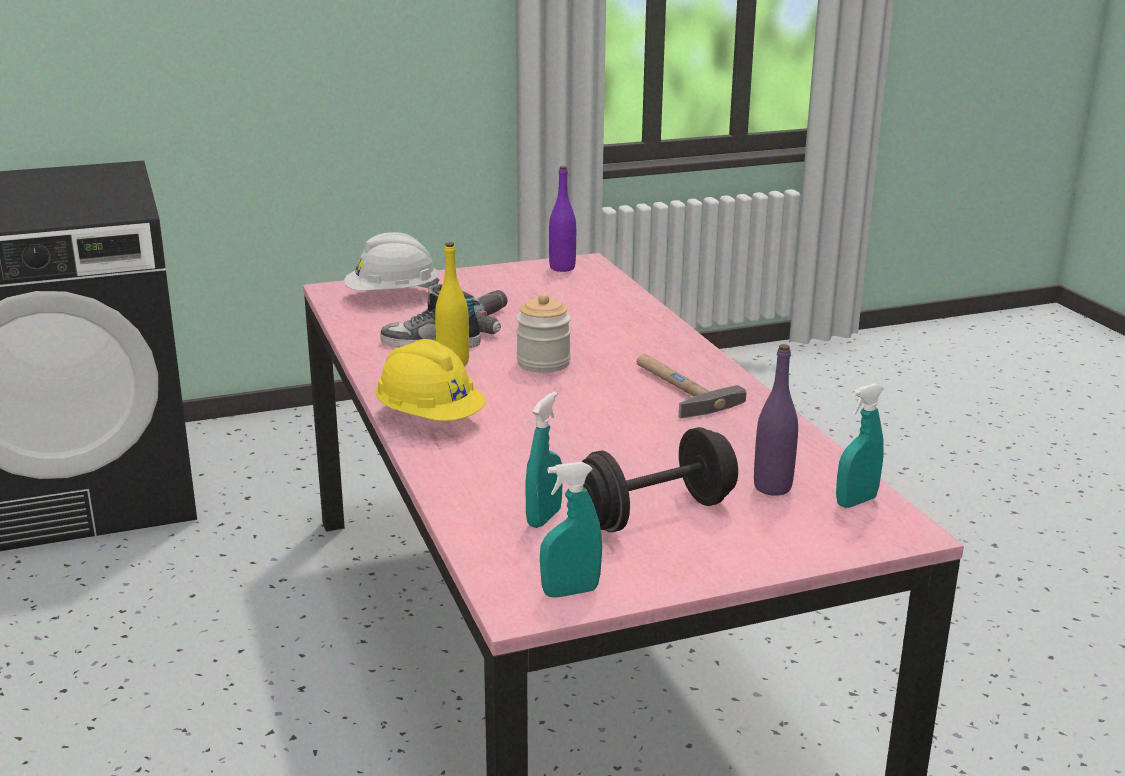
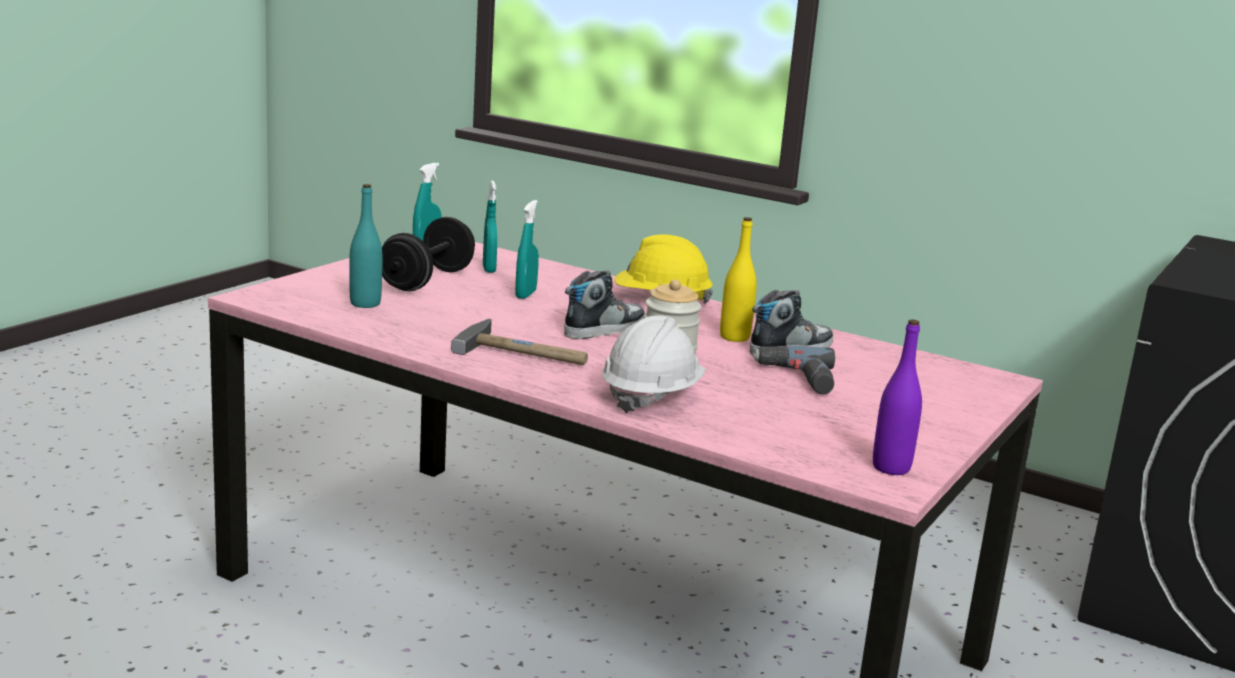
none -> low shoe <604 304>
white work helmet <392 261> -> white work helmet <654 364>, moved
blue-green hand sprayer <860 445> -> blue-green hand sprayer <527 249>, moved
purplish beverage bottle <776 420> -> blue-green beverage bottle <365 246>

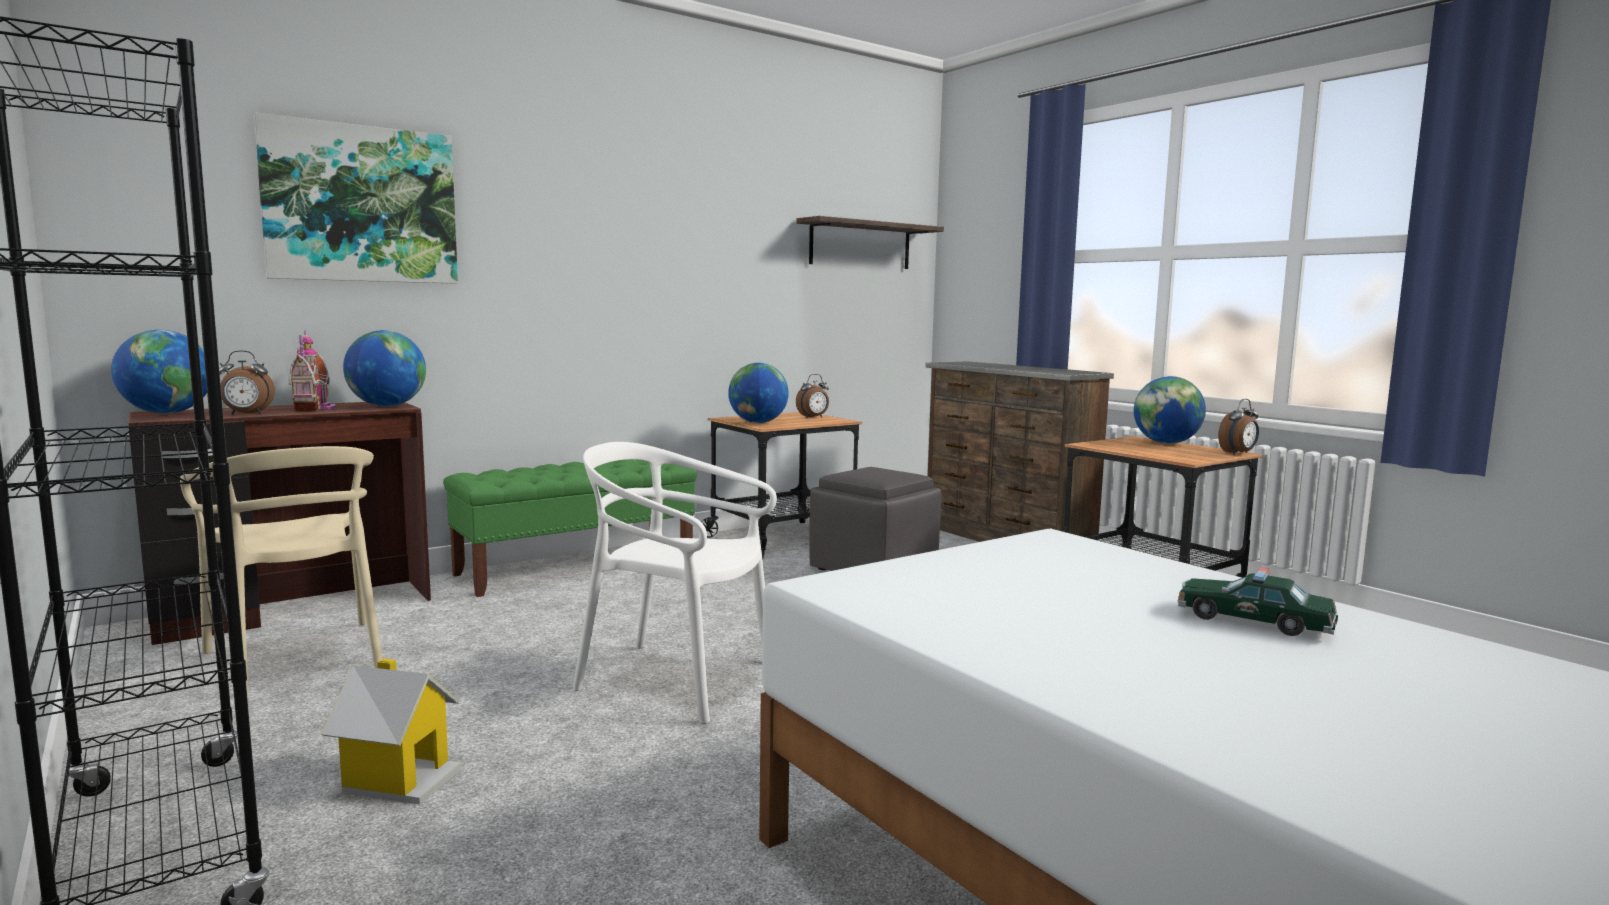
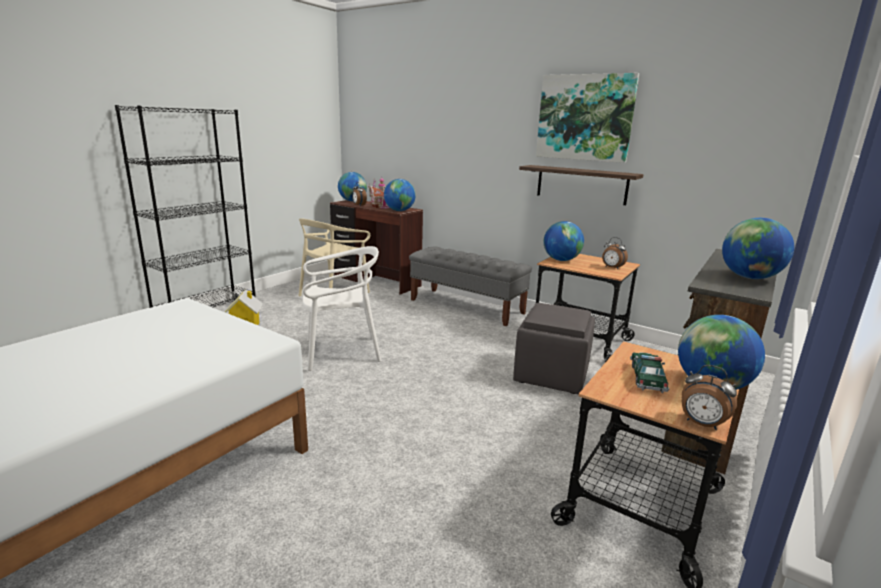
none -> globe <758 248>
wall picture <356 198> -> wall picture <587 118>, moved
bracket shelf <870 242> -> bracket shelf <581 185>, moved
toy car <1257 601> -> toy car <649 372>, moved
greenish bench <570 528> -> greyish bench <470 286>
white upright chair <675 583> -> white upright chair <341 308>, 75 degrees clockwise

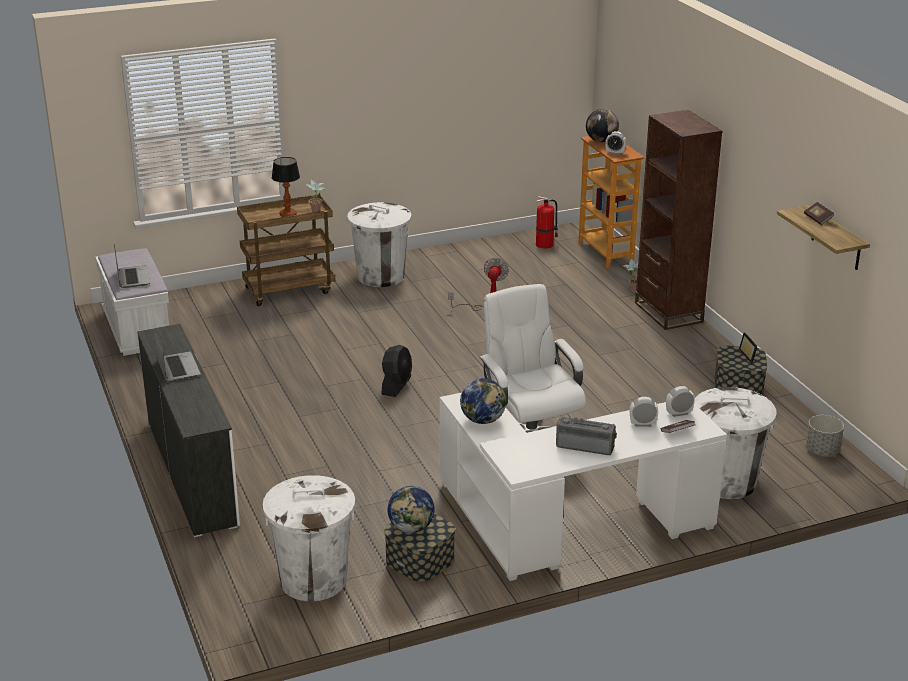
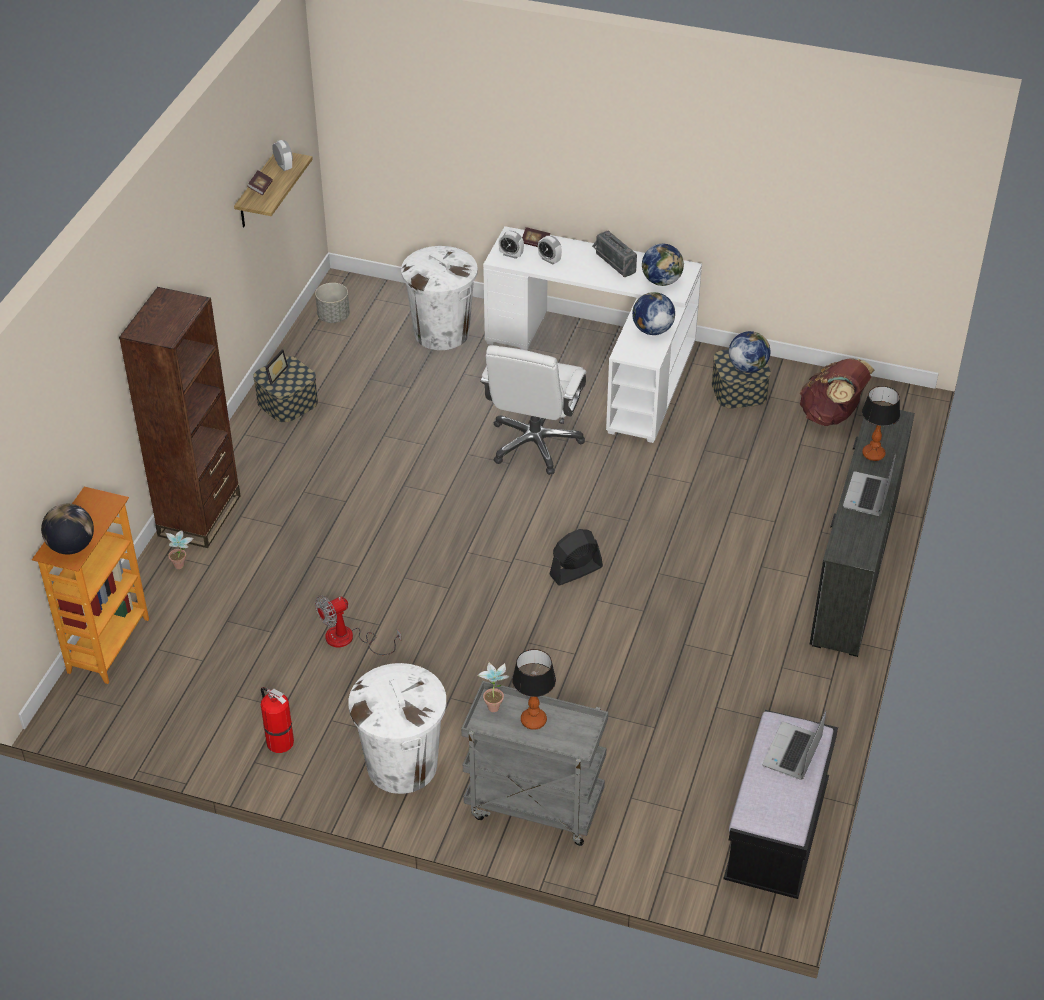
none -> globe <663 265>
none -> lamp for a table <881 423>
extinguisher <547 222> -> extinguisher <277 720>, moved
table clock <616 143> -> table clock <282 155>, moved
white waste bin <309 538> -> brownish backpack <837 392>
white bench <132 302> -> black-coloured bench <780 804>
white drawer chest <188 430> -> black-coloured drawer chest <862 533>
brownish wheeled cart <286 250> -> greyish wheeled cart <534 763>

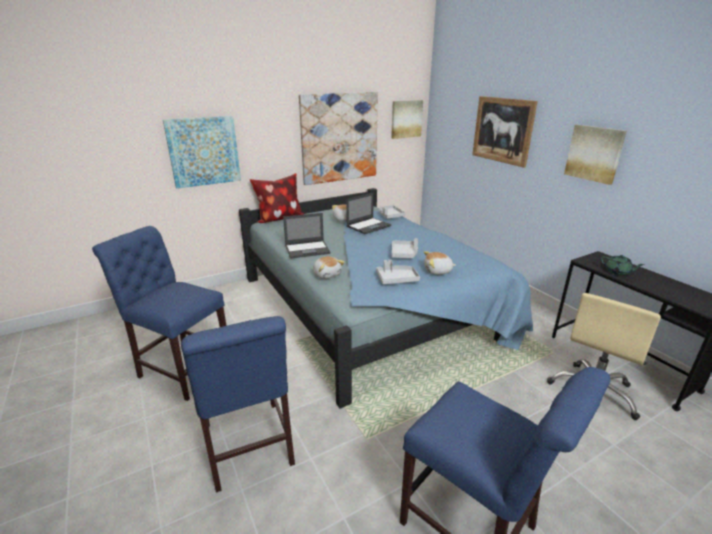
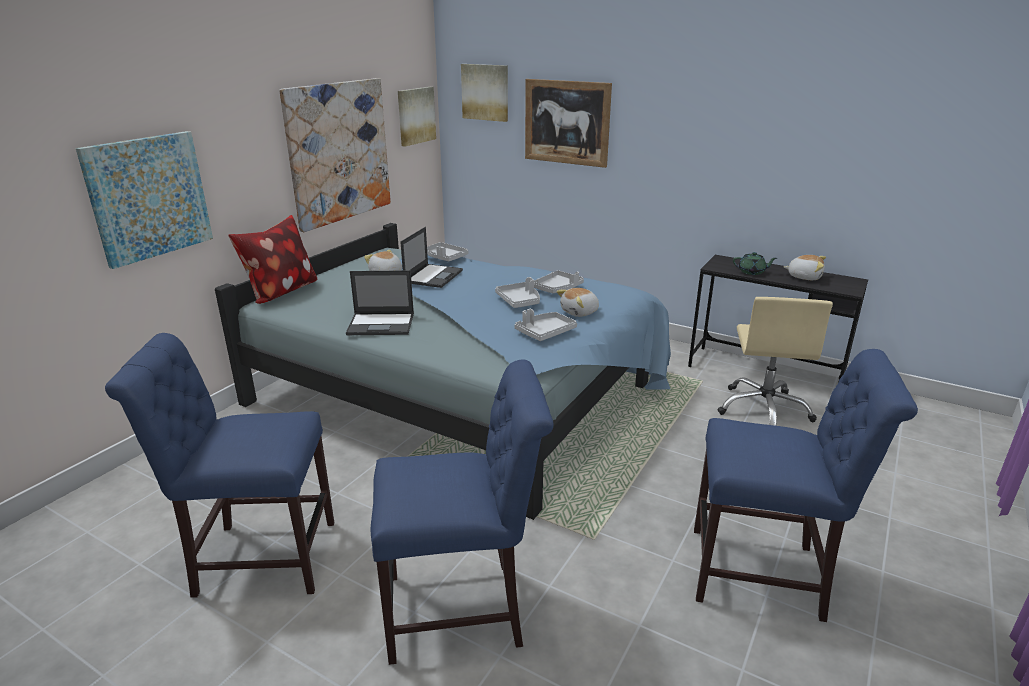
none -> greyish carrying tray <559 281>
cuddly toy <329 267> -> cuddly toy <805 267>, moved
wall picture <595 154> -> wall picture <484 93>, moved
blue-coloured upright chair <238 404> -> blue-coloured upright chair <462 512>, 45 degrees counterclockwise
laptop <306 236> -> laptop <380 302>, 45 degrees clockwise

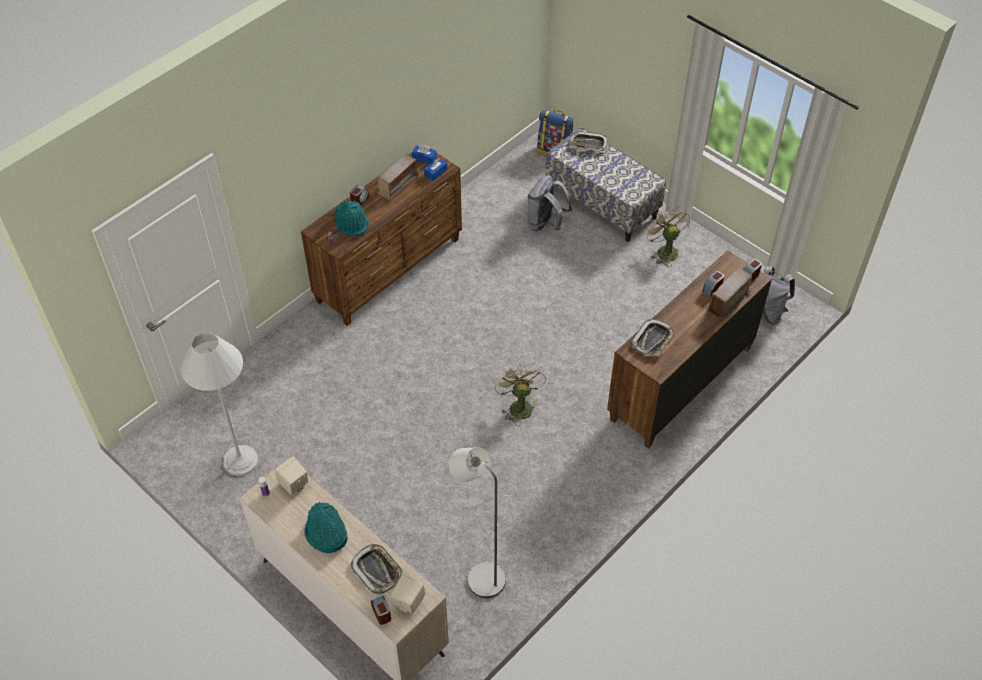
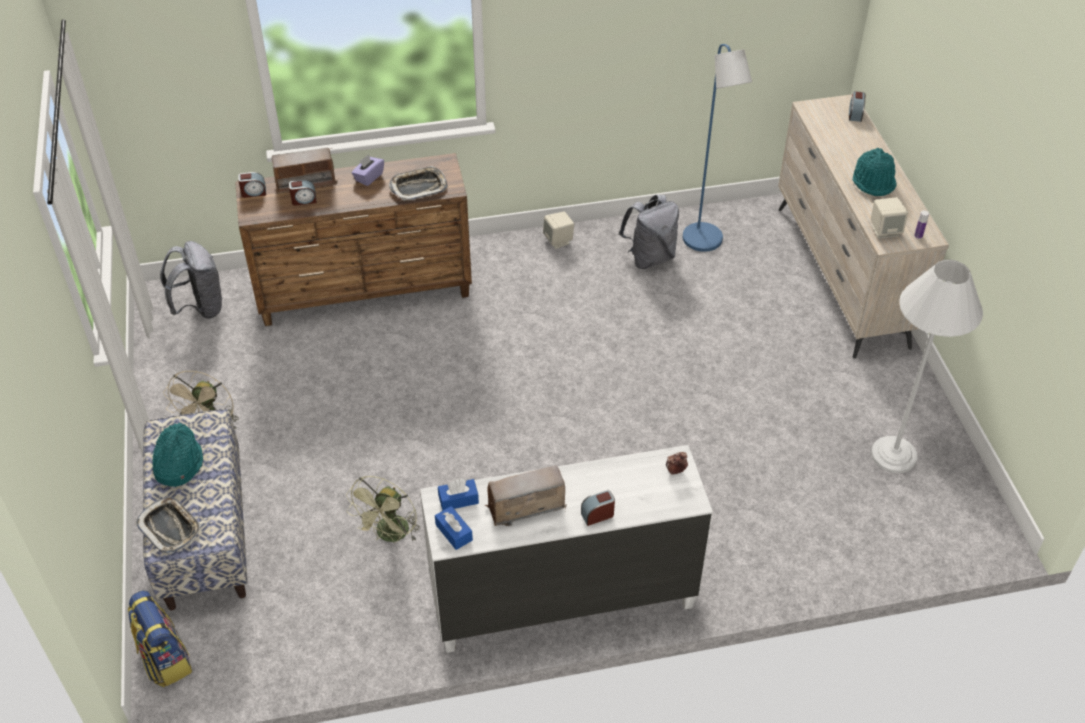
carrying tray <377 569> -> none
none -> purplish tissue holder <368 170>
blue-green wearable hat <352 218> -> blue-green wearable hat <177 455>, moved
beige-coloured loudspeaker <408 594> -> beige-coloured loudspeaker <558 230>, moved
greenish cooling fan <520 394> -> greenish cooling fan <383 509>, moved
greyish backpack <549 203> -> greyish backpack <649 232>, moved
brownish drawer chest <381 237> -> white drawer chest <566 549>
greyish standard lamp <477 522> -> blue-coloured standard lamp <717 148>

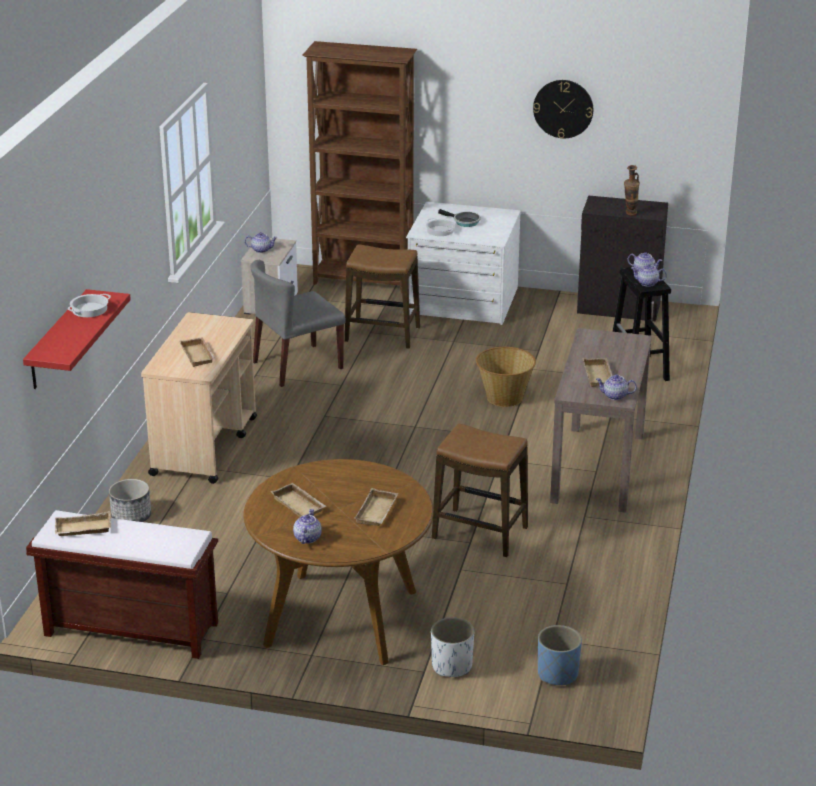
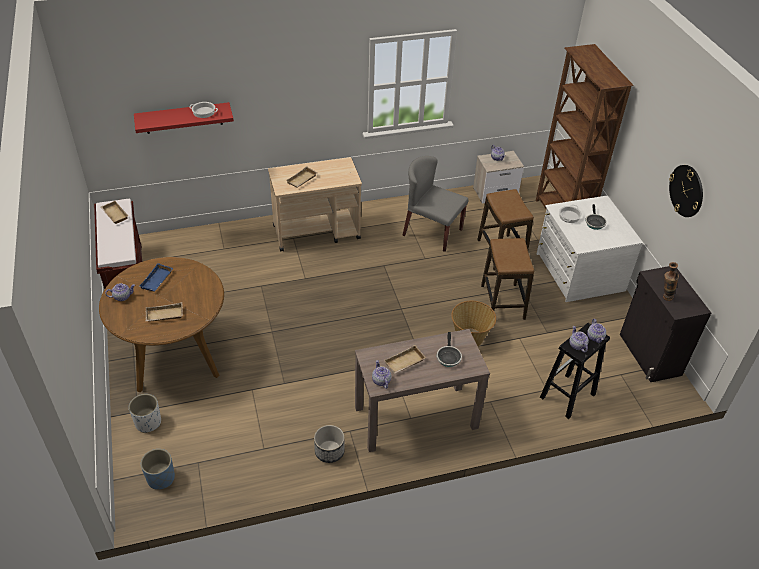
none -> frying pan <449 349>
planter <130 500> -> planter <329 444>, moved
sitting stool <480 490> -> sitting stool <507 279>, moved
beige-coloured carrying tray <298 500> -> blue-coloured carrying tray <156 277>

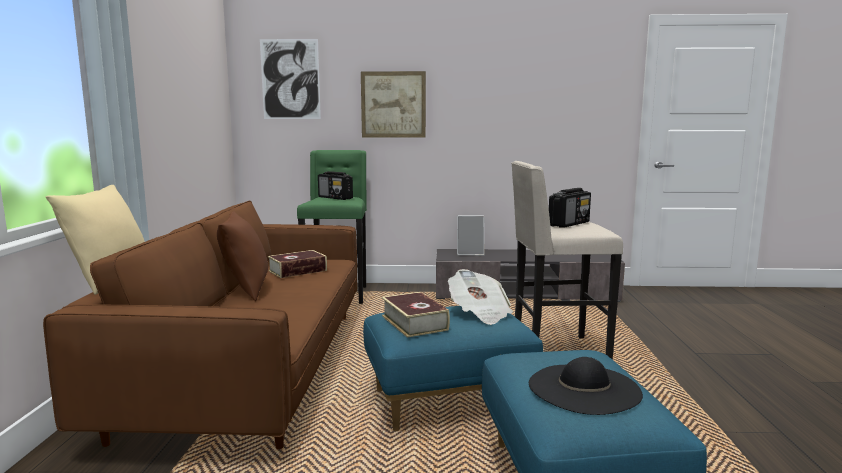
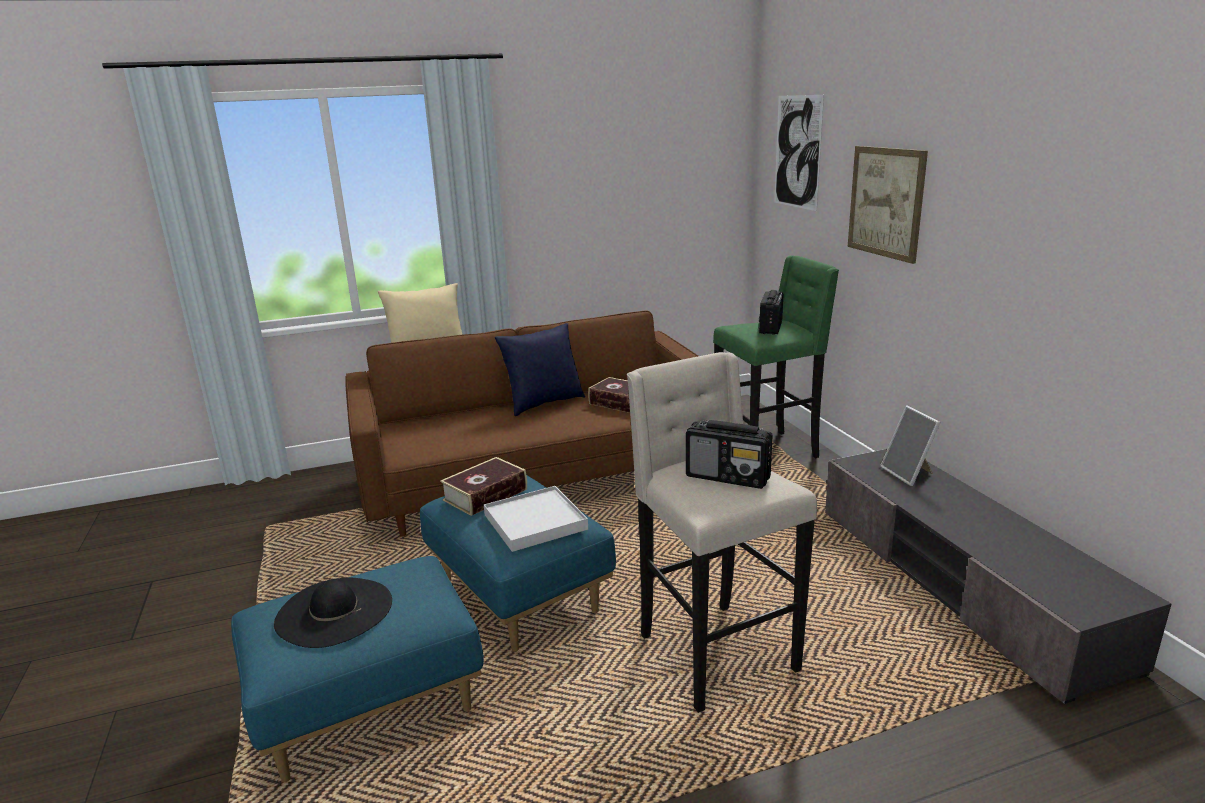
daily paper <480 297> -> white carrying tray <536 519>
brownish cushion <242 256> -> blue-coloured cushion <540 369>

